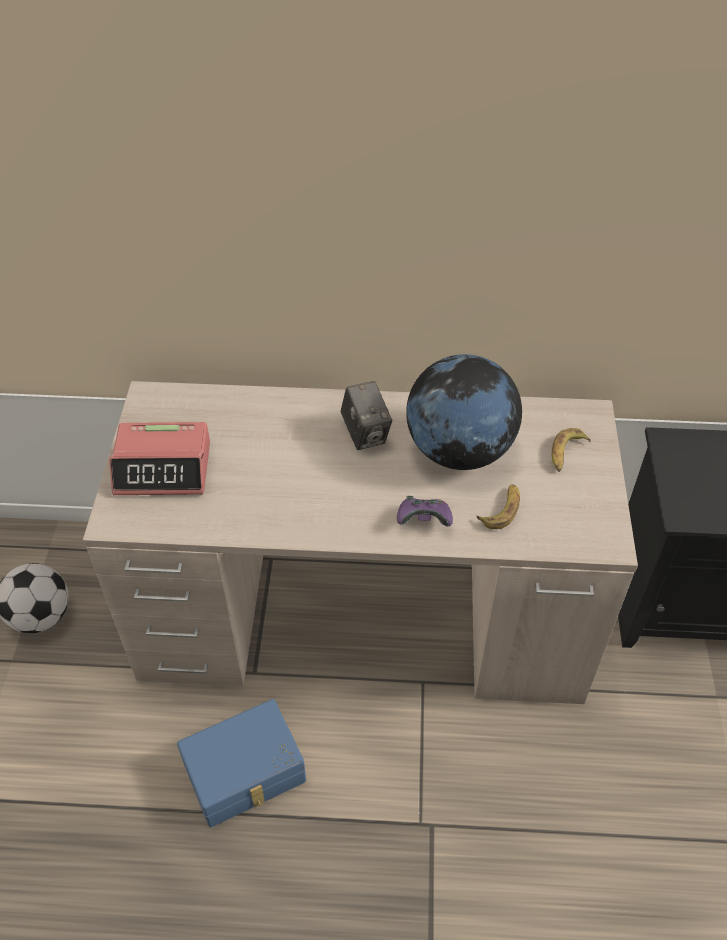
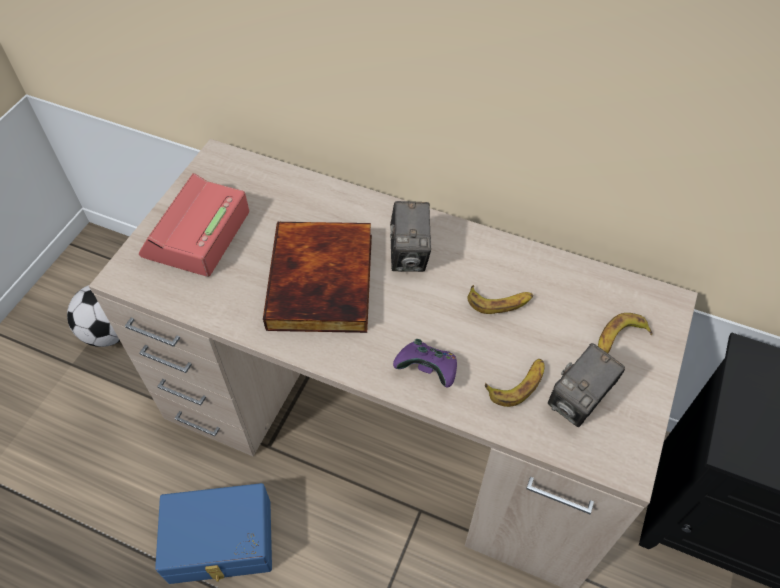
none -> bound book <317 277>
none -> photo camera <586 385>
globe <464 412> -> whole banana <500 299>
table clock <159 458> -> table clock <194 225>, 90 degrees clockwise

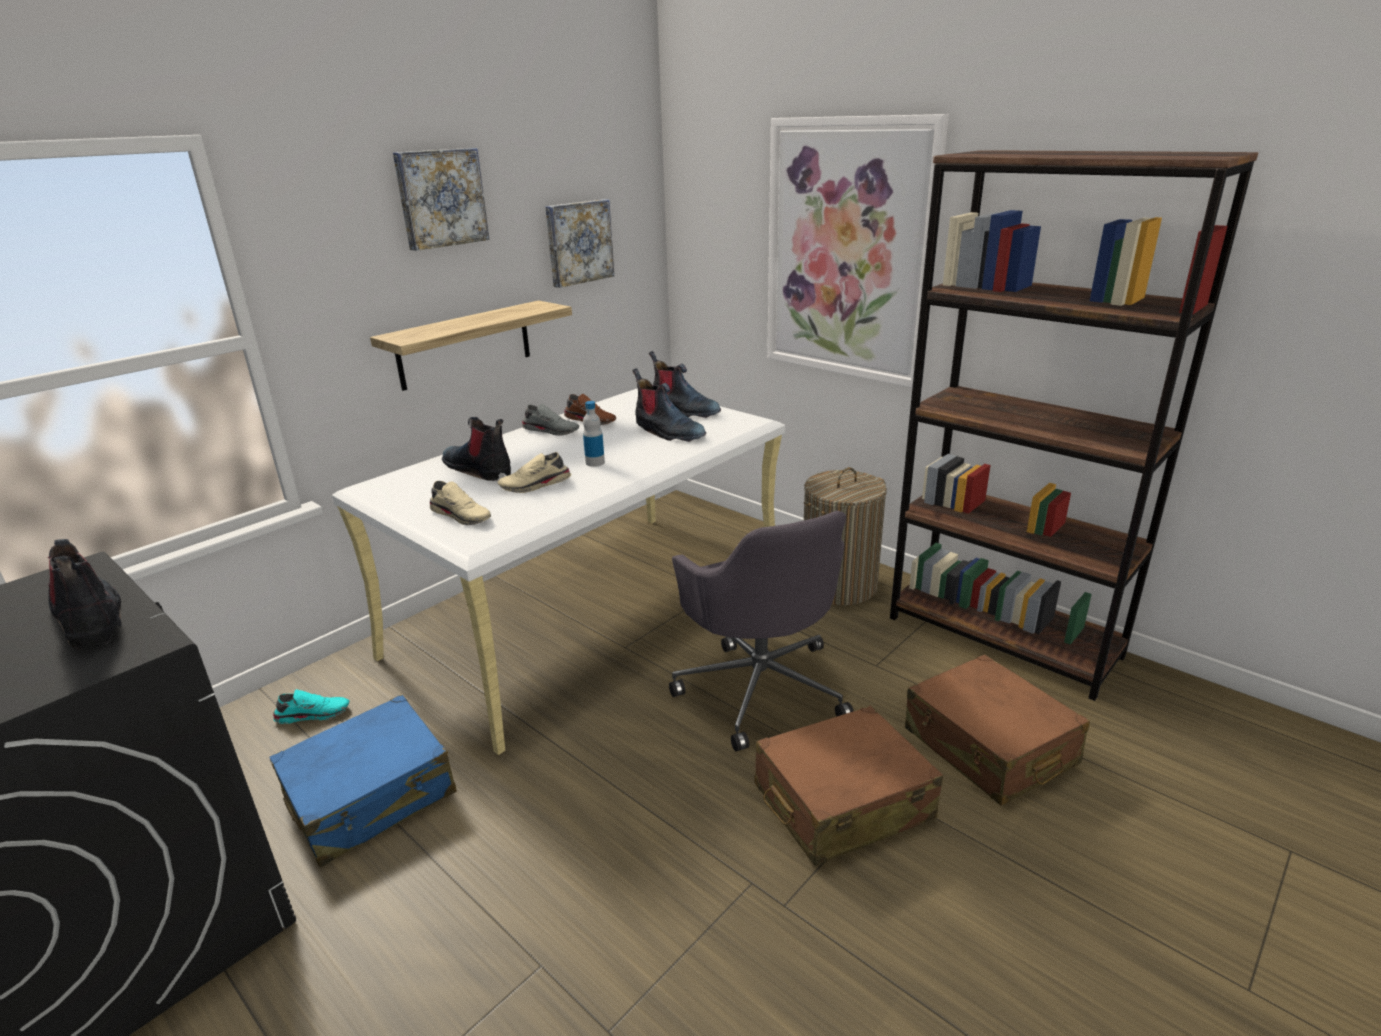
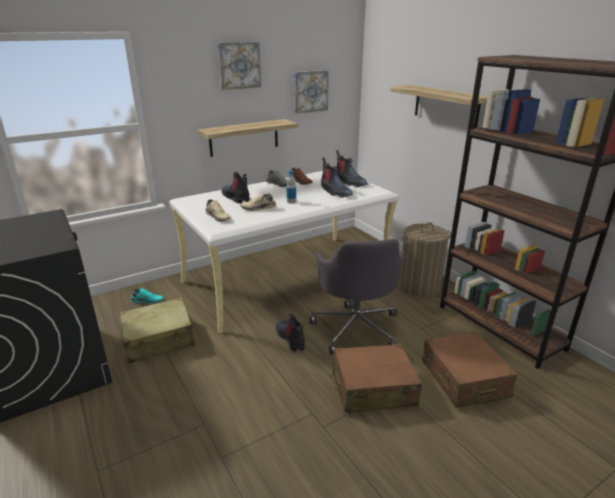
boot <85 594> -> boot <290 333>, moved
wall picture <858 251> -> bracket shelf <439 106>
blue-coloured suitcase <363 781> -> beige-coloured suitcase <157 330>

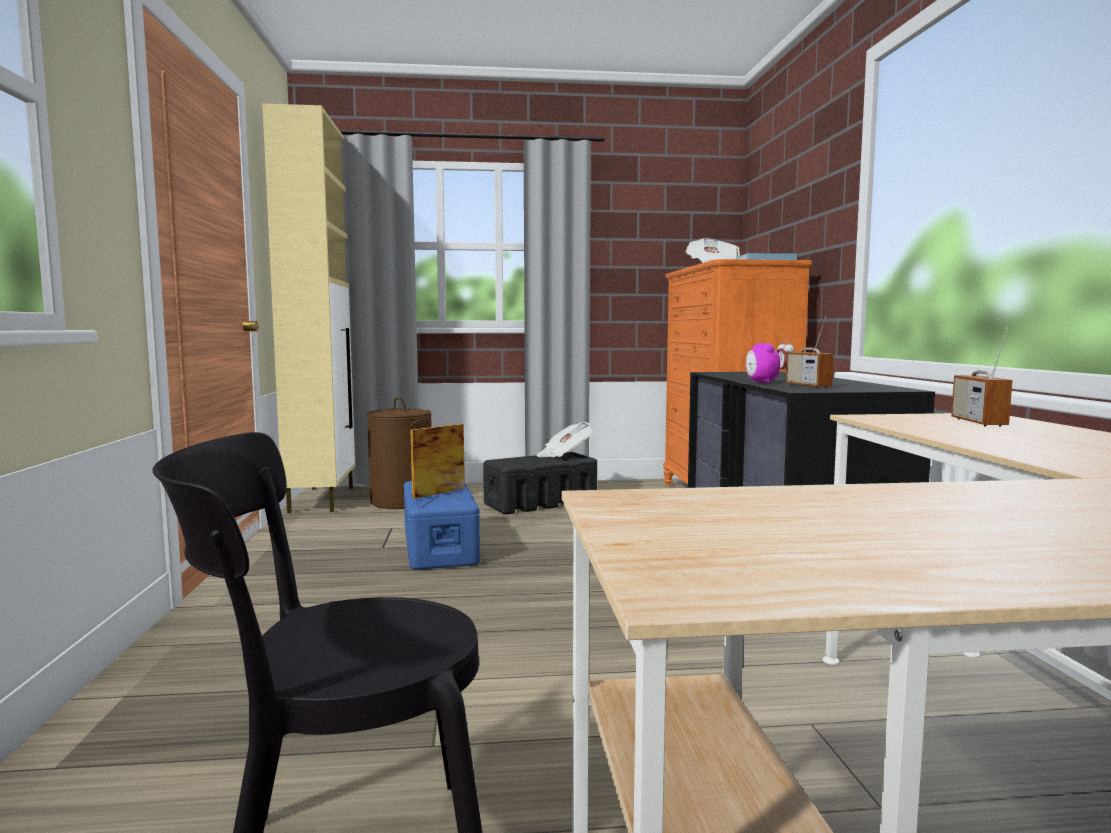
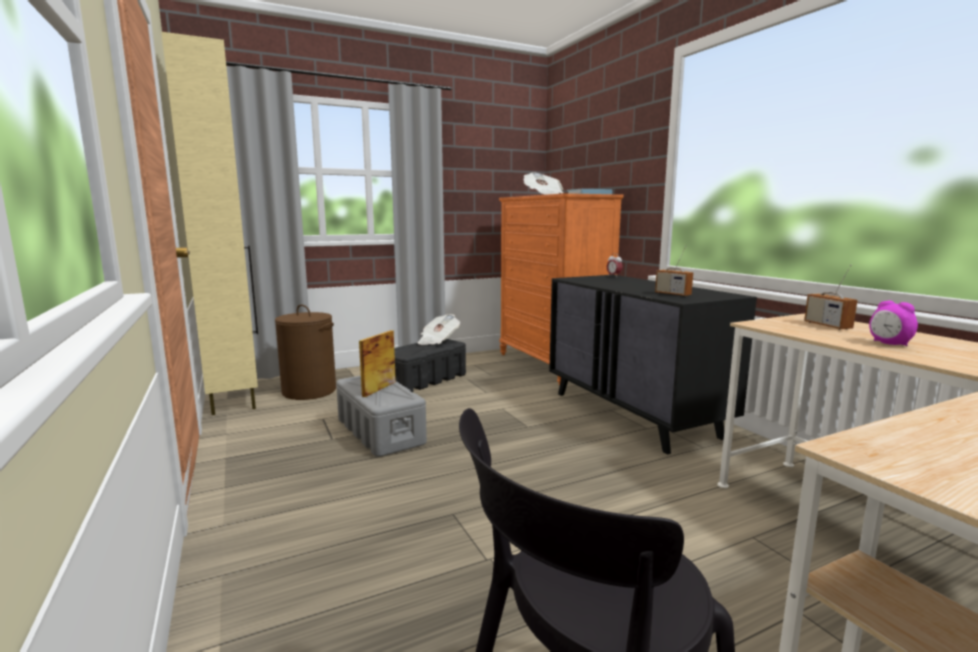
table clock <763 363> -> table clock <893 323>, moved
blue-coloured storage box <442 525> -> greyish storage box <381 416>

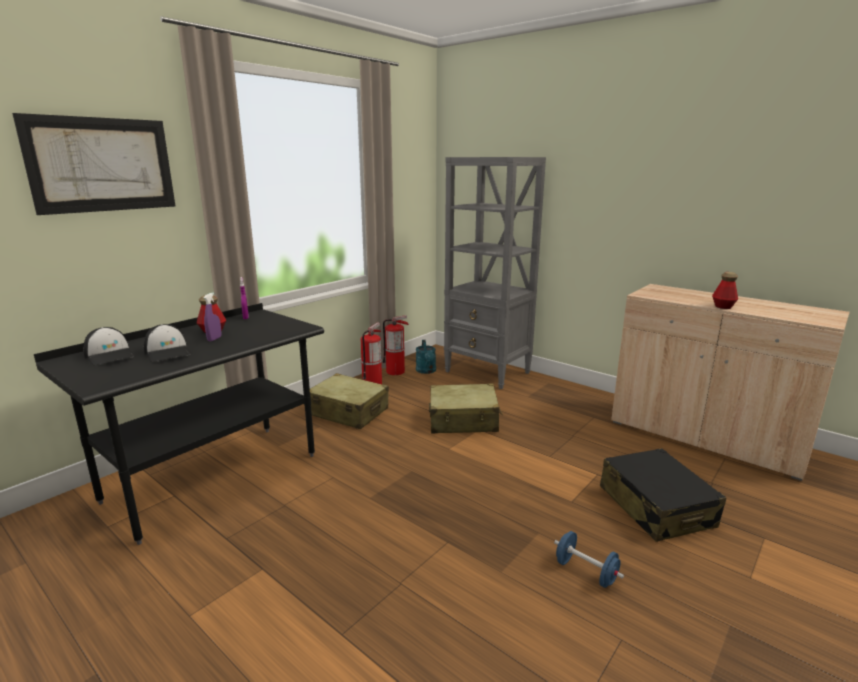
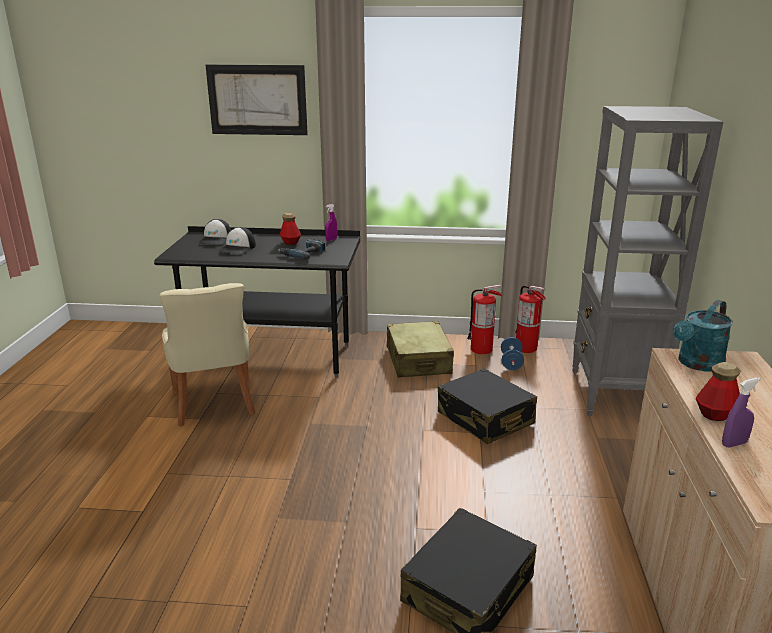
none -> beige-coloured upright chair <207 355>
none -> drill <301 249>
purplish hand sprayer <212 316> -> purplish hand sprayer <741 412>, moved
blue-green watering pot <426 357> -> blue-green watering pot <703 335>, moved
blue-coloured dumbbell <589 559> -> blue-coloured dumbbell <512 353>, moved
beige-coloured suitcase <466 409> -> black-coloured suitcase <487 406>

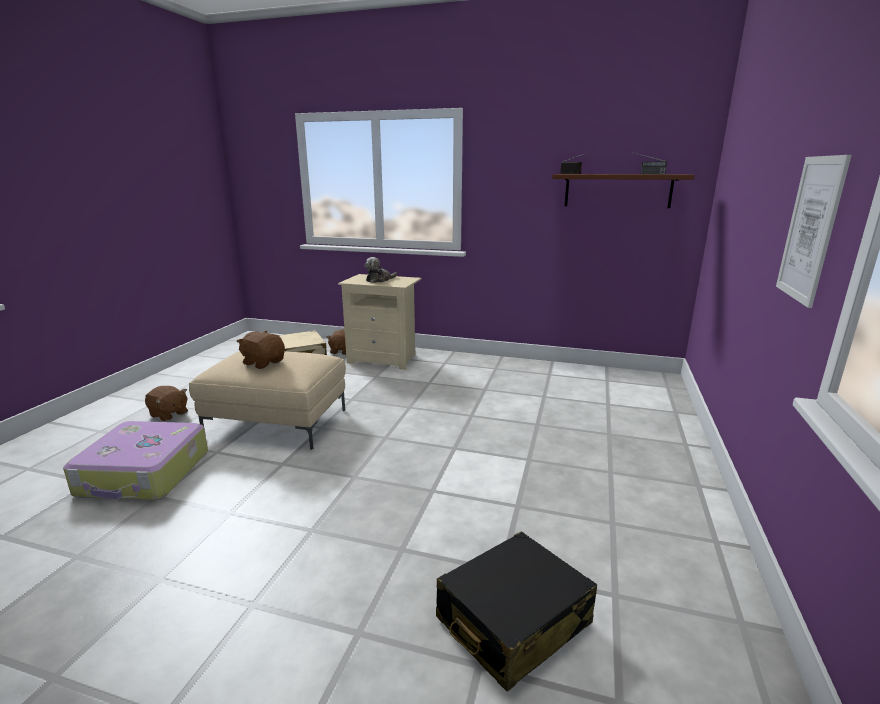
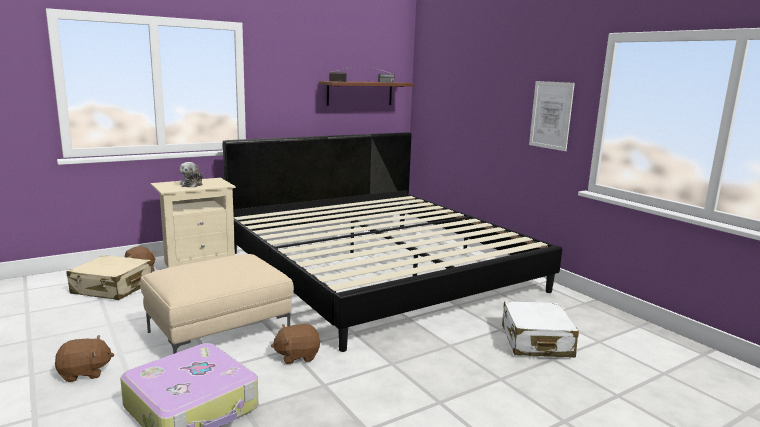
none -> sleeping bed <392 242>
brownish cuddly toy <260 350> -> brownish cuddly toy <296 344>, moved
black-coloured suitcase <516 611> -> white suitcase <540 329>

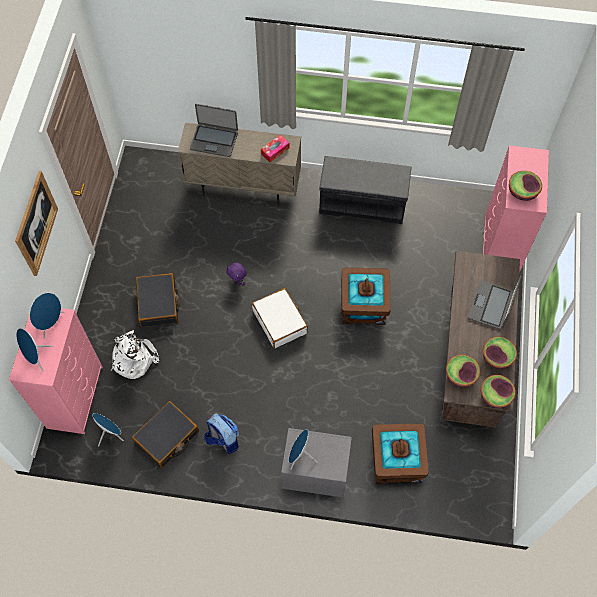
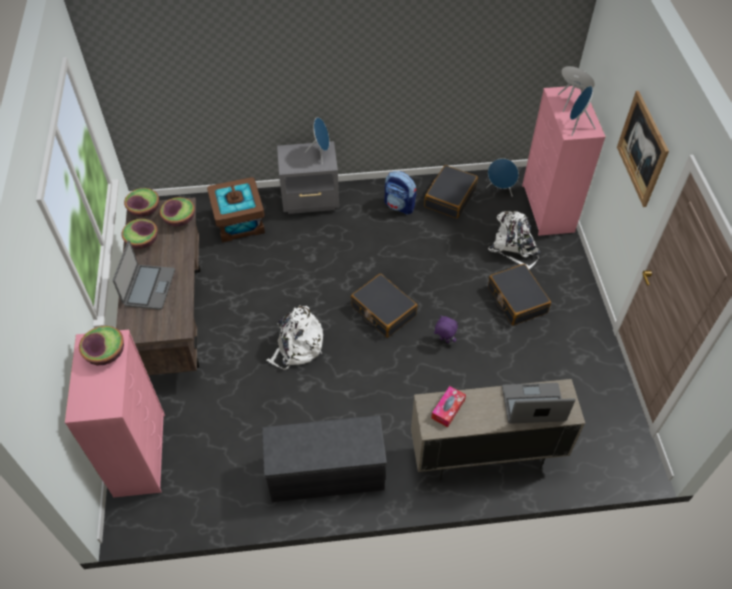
brownish storage box <366 296> -> white backpack <294 337>
white suitcase <280 318> -> black-coloured suitcase <384 306>

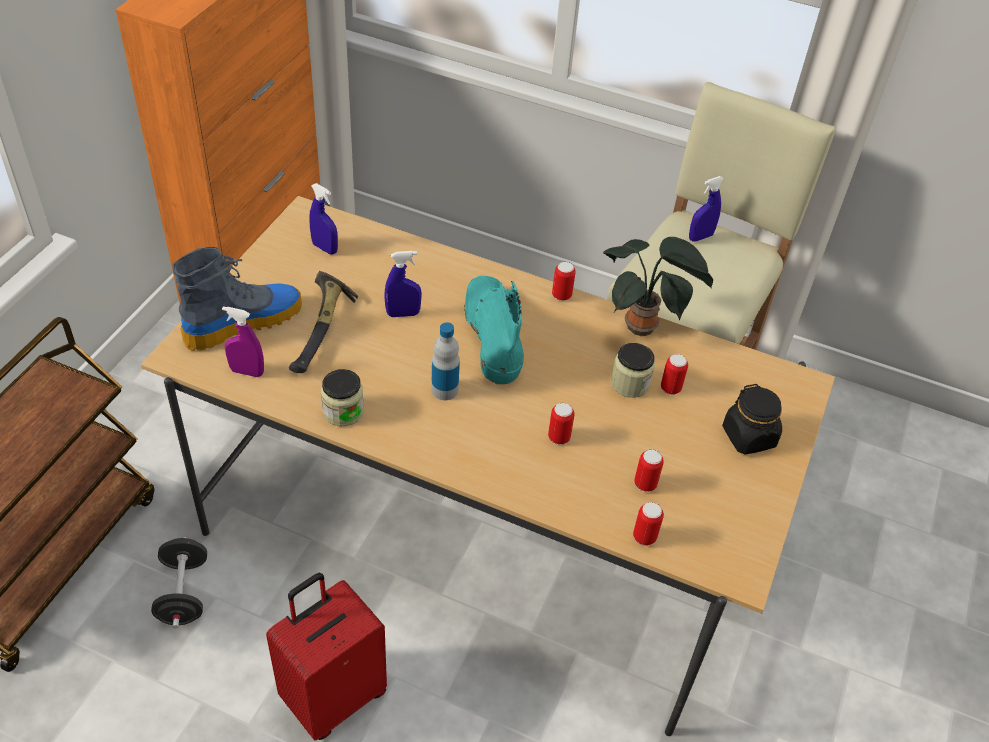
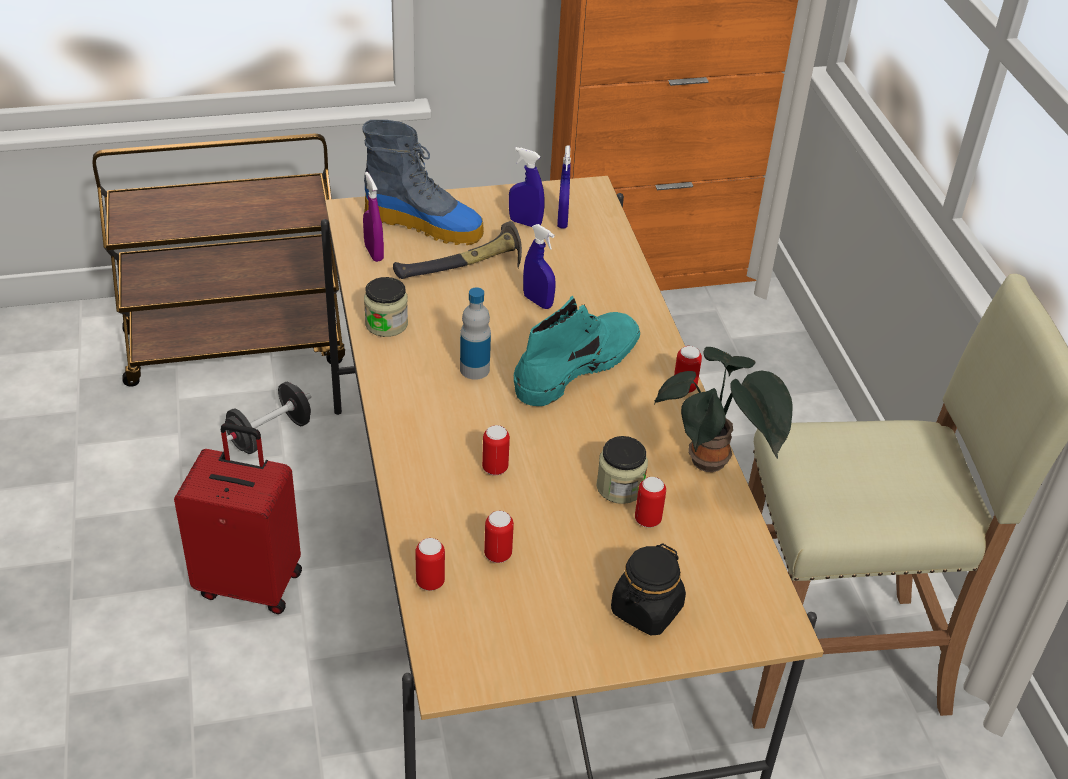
blue-coloured hand sprayer <707 209> -> blue-coloured hand sprayer <527 187>, moved

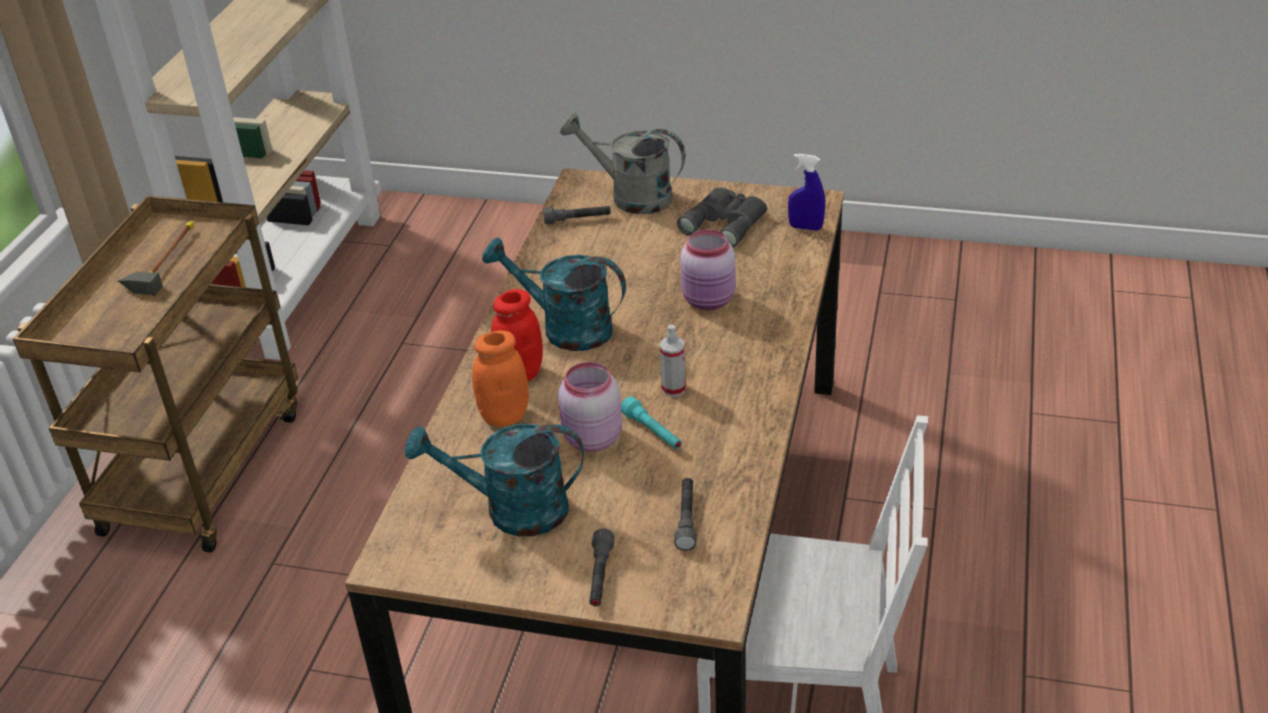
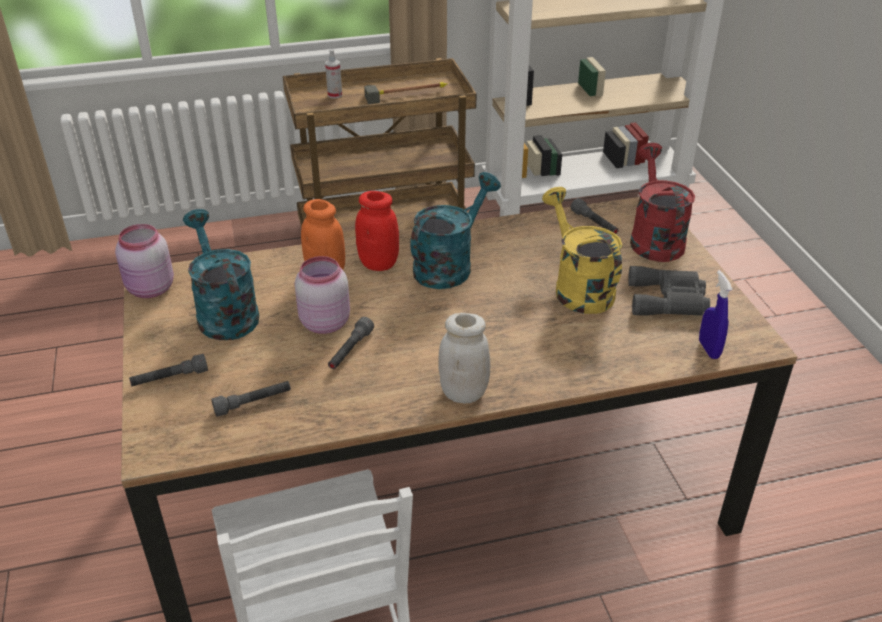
none -> white storage jar <464 358>
none -> yellow watering pot <582 250>
hand sprayer <673 360> -> hand sprayer <333 74>, moved
pinkish storage jar <707 269> -> pinkish storage jar <144 261>, moved
greyish watering pot <623 163> -> red-coloured watering pot <662 202>
blue-green torch <651 422> -> greyish torch <351 343>
blue-green watering pot <554 294> -> blue-green watering pot <455 230>, 45 degrees clockwise

